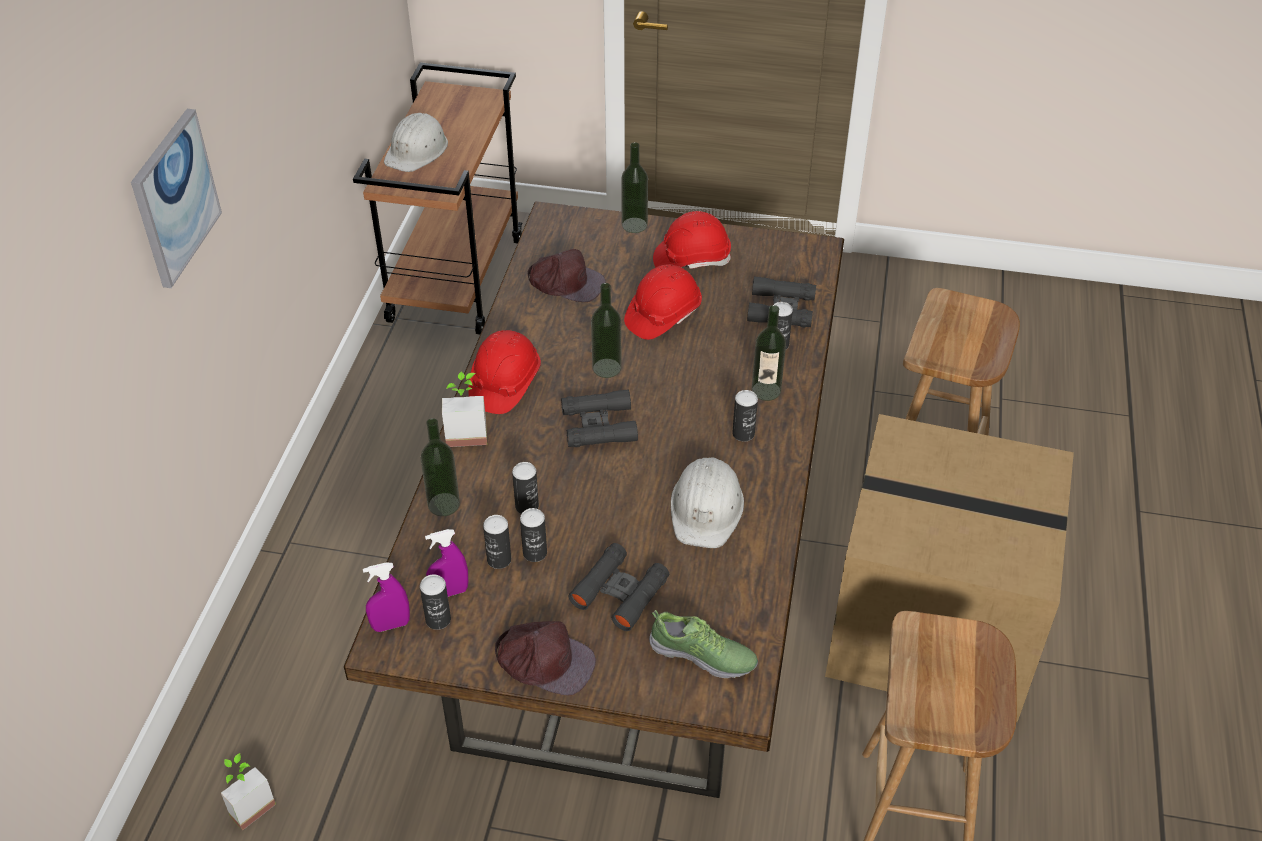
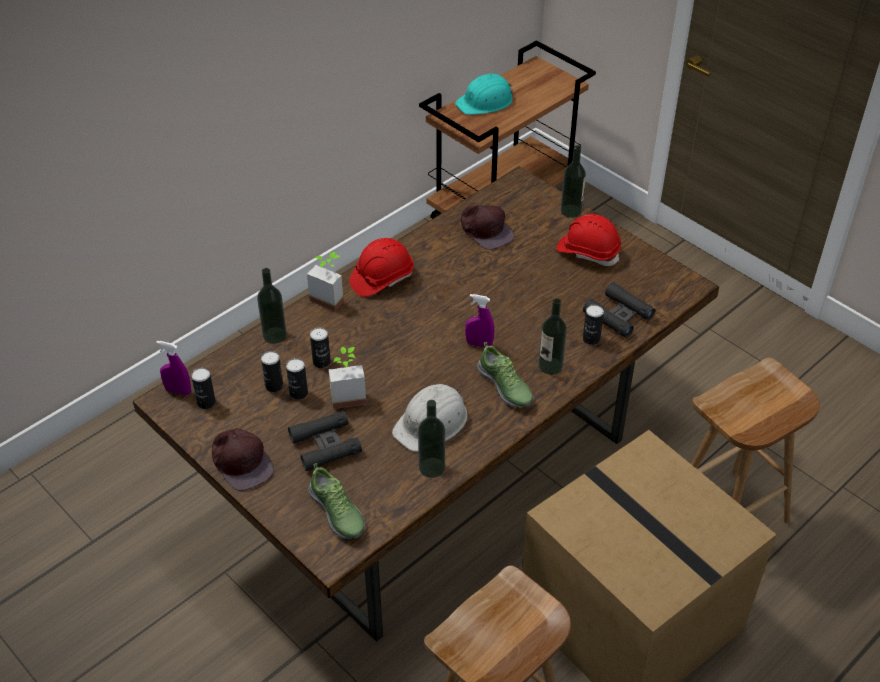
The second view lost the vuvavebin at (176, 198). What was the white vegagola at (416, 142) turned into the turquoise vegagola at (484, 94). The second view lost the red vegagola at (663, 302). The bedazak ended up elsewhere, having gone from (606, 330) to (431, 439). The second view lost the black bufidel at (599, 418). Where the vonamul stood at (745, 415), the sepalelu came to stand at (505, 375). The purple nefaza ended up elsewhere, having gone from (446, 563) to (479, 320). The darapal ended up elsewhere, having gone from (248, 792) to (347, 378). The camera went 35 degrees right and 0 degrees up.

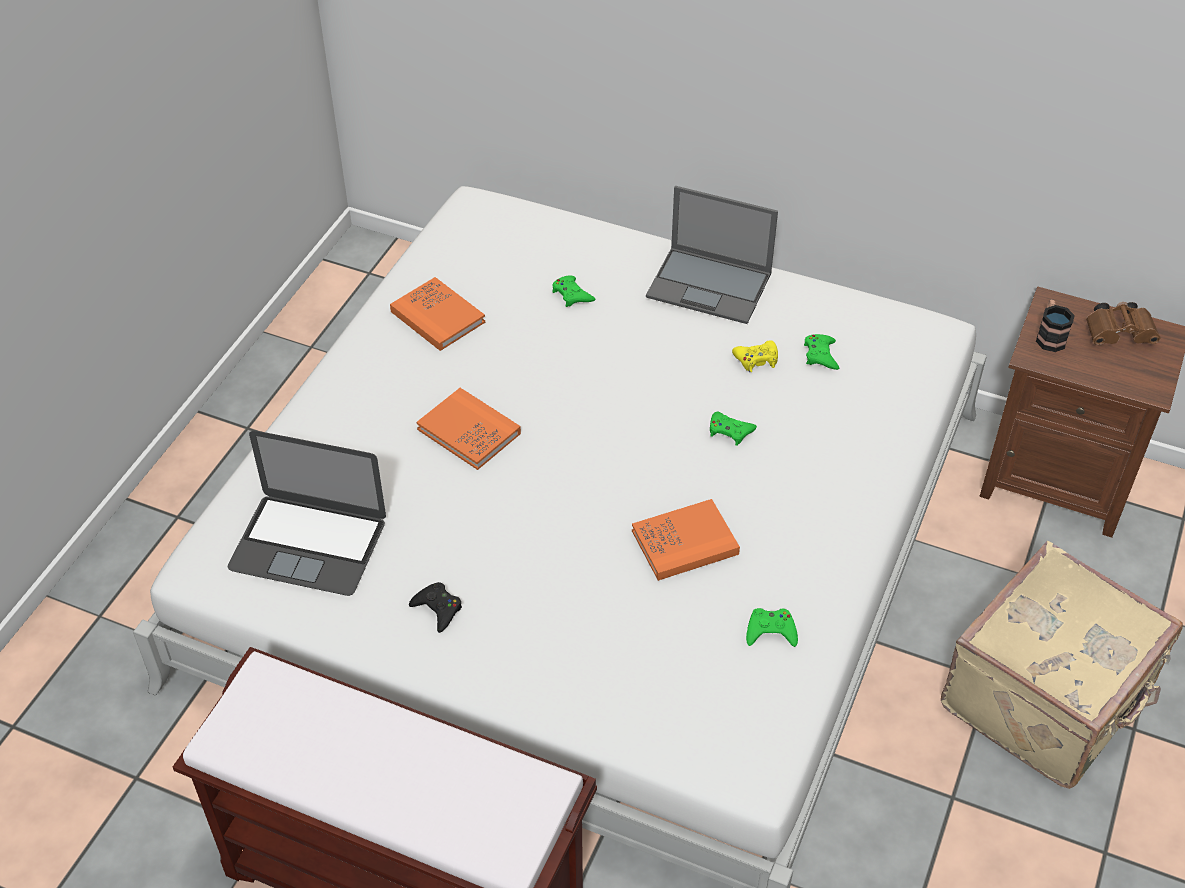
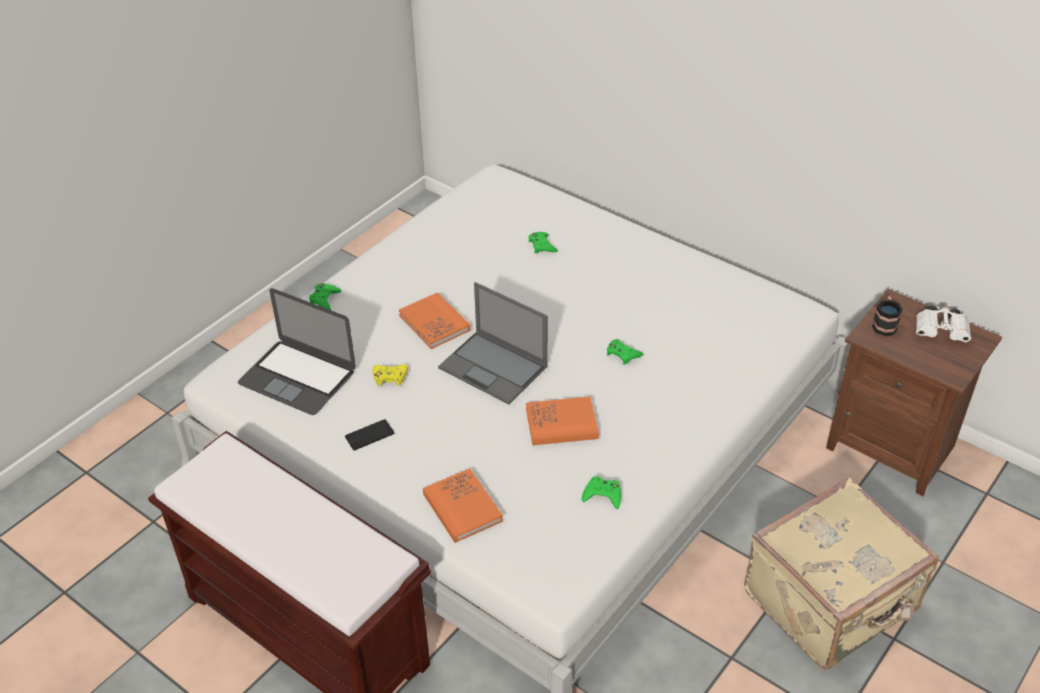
The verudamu ended up elsewhere, having gone from (712, 255) to (493, 343). The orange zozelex ended up elsewhere, having gone from (437, 314) to (463, 505). What was the brown bufidel at (1123, 323) turned into the white bufidel at (943, 324). The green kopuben ended up elsewhere, having gone from (821, 352) to (325, 296). The yellow kopuben ended up elsewhere, having gone from (755, 356) to (390, 375). Where the black kopuben stood at (435, 607), the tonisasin came to stand at (369, 435). The camera went 15 degrees right and 5 degrees down.

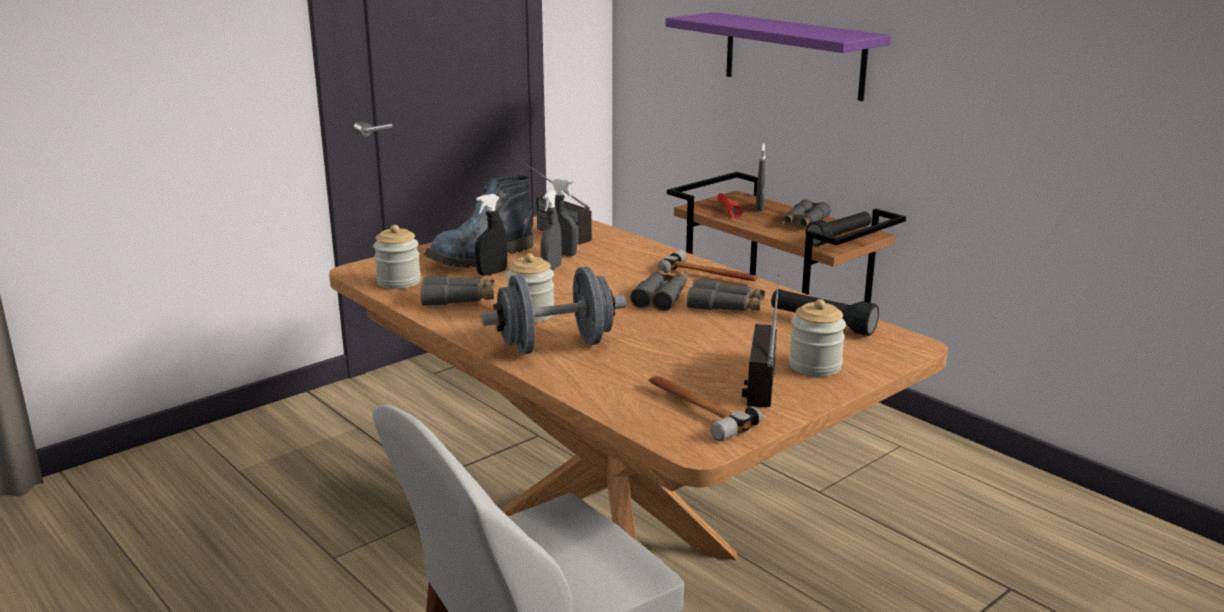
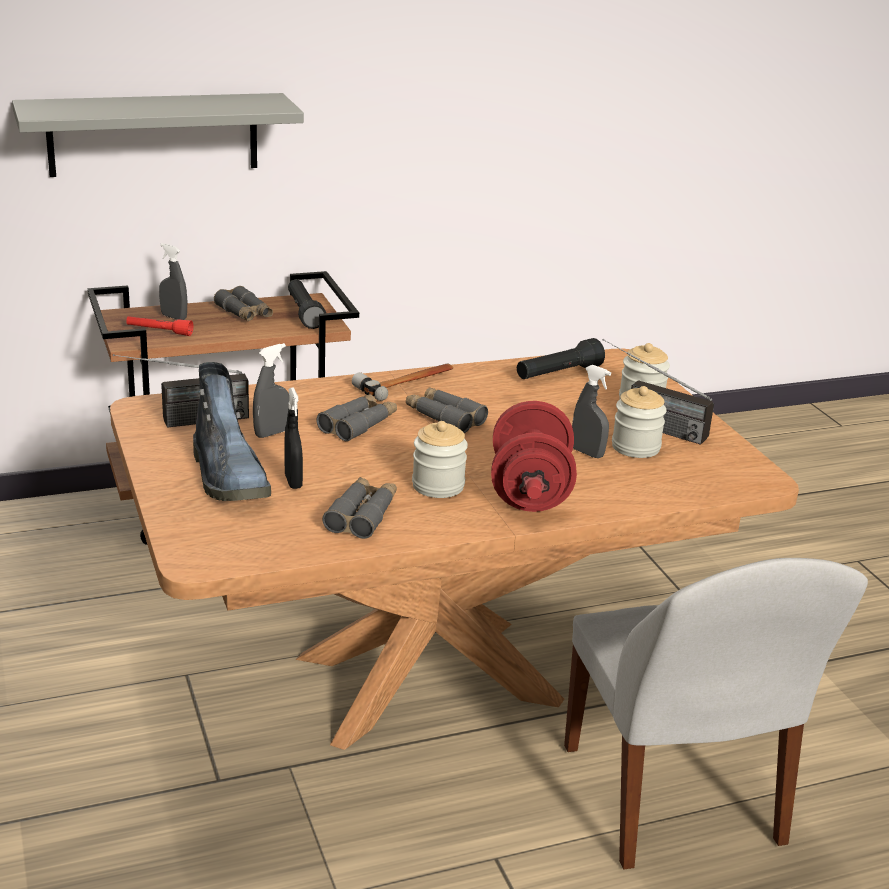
What was the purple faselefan at (778, 56) turned into the grey faselefan at (158, 135). The grey nefaza ended up elsewhere, having gone from (551, 230) to (591, 411). The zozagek ended up elsewhere, having gone from (397, 257) to (639, 422). What was the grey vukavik at (553, 311) turned into the red vukavik at (534, 456). The grey bufidel ended up elsewhere, having gone from (726, 295) to (356, 418). The second view lost the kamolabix at (705, 408). The camera went 70 degrees left and 5 degrees up.

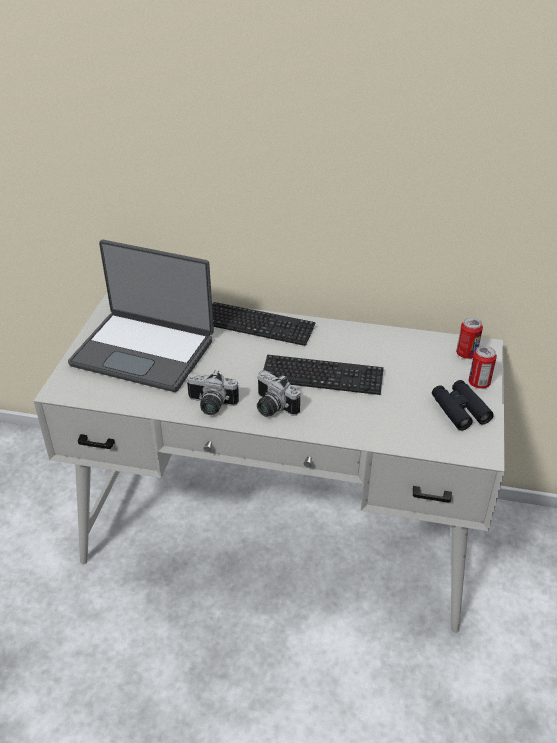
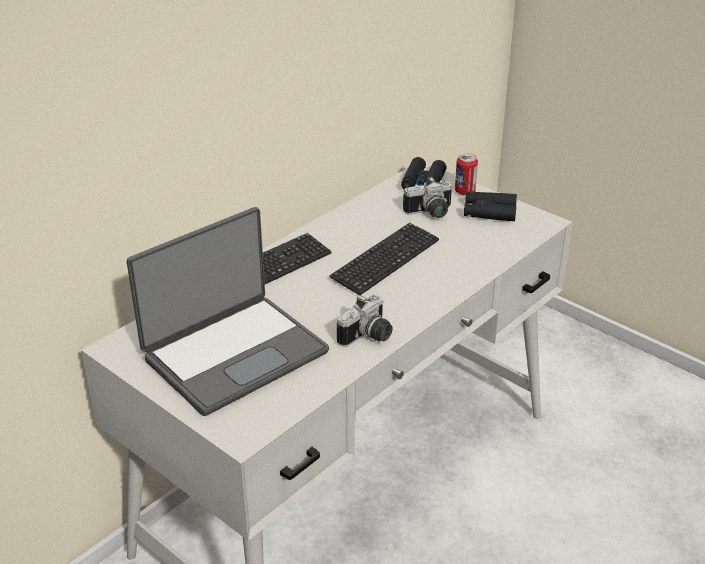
Where the vonamul stood at (469, 338), the black bufidel came to stand at (424, 173). The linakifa ended up elsewhere, having gone from (278, 393) to (427, 197). The camera went 60 degrees left and 5 degrees down.

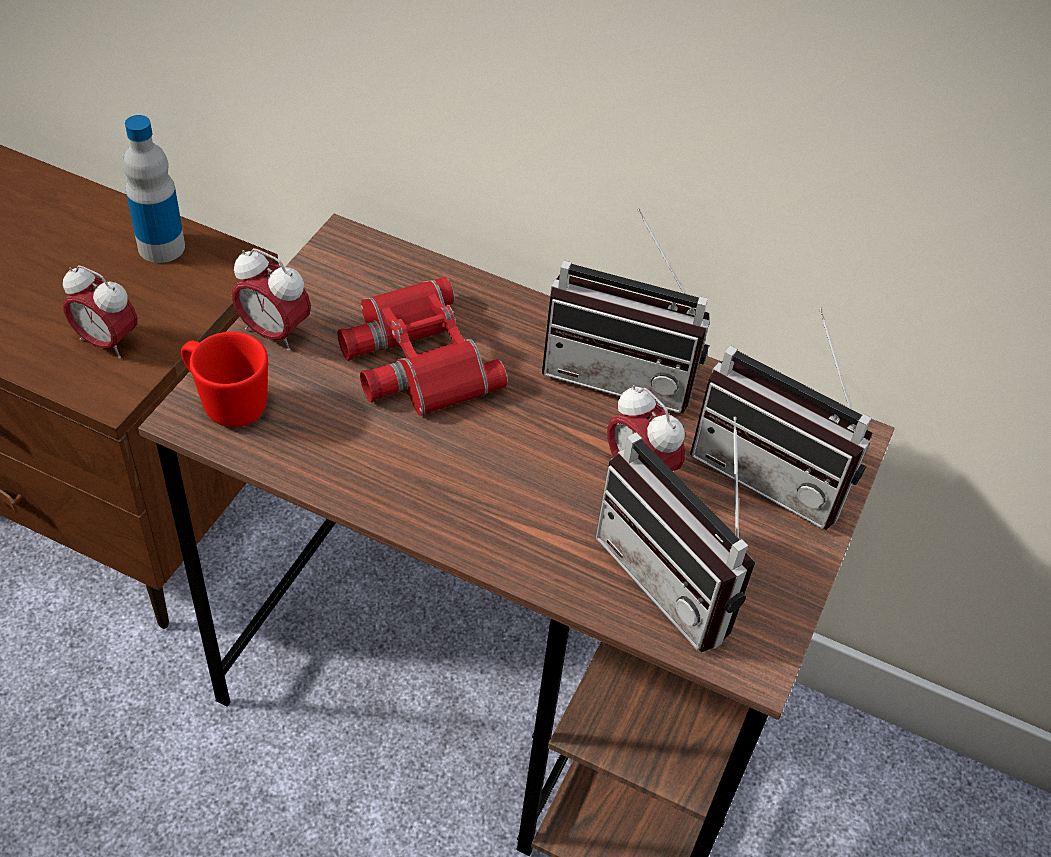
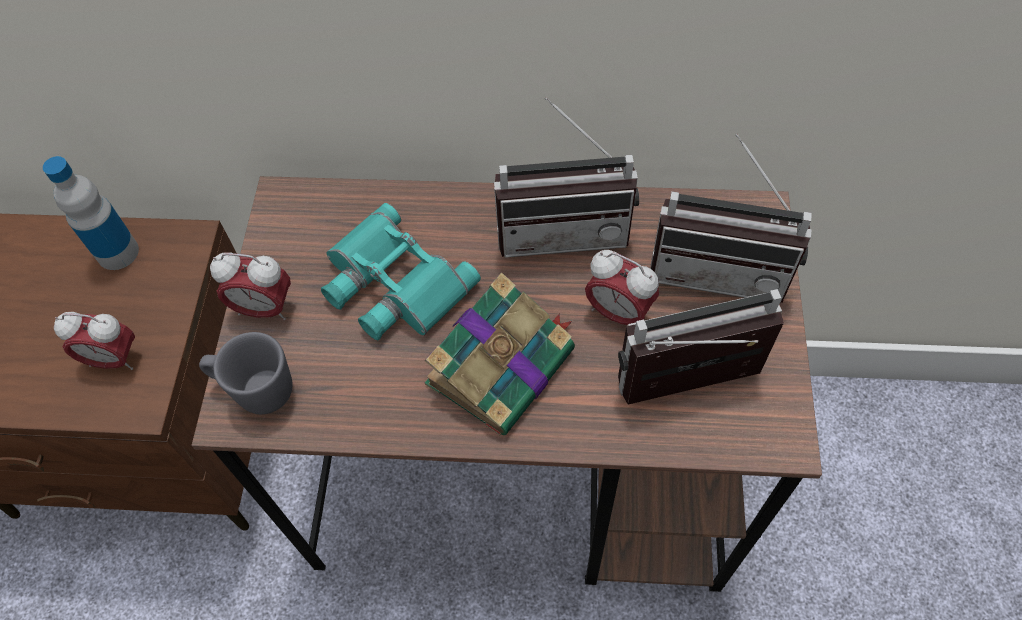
What was the red bufidel at (423, 346) turned into the turquoise bufidel at (401, 271). What was the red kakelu at (224, 379) turned into the grey kakelu at (245, 373). The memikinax at (675, 534) ended up facing another way, 135 degrees clockwise from before. The second view gained the zozelex at (500, 354). The camera went 15 degrees left and 10 degrees up.

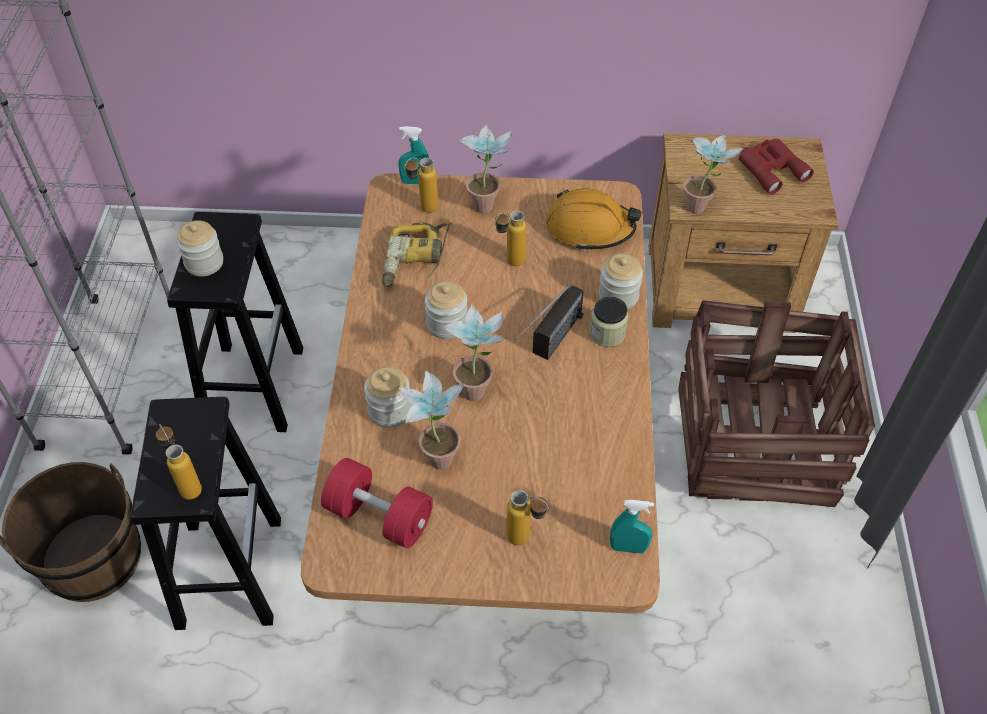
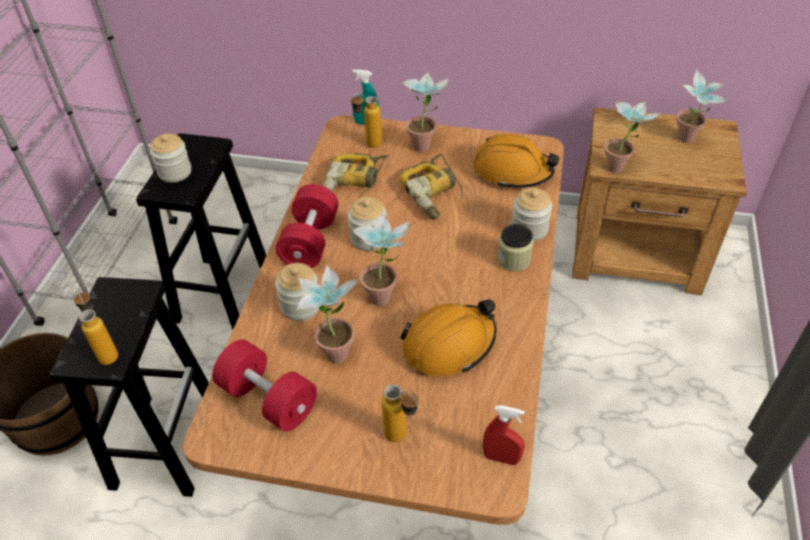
Where the red bufidel stood at (776, 167), the darapal came to stand at (702, 106). Where the bedazak stood at (511, 238), the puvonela came to stand at (431, 186). The second view lost the memikinax at (549, 322). The second view lost the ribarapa at (776, 403). What was the turquoise nefaza at (632, 527) turned into the red nefaza at (504, 435). The second view gained the red vukavik at (307, 226). The second view gained the orange vegagola at (449, 337). The camera went 10 degrees right and 5 degrees down.

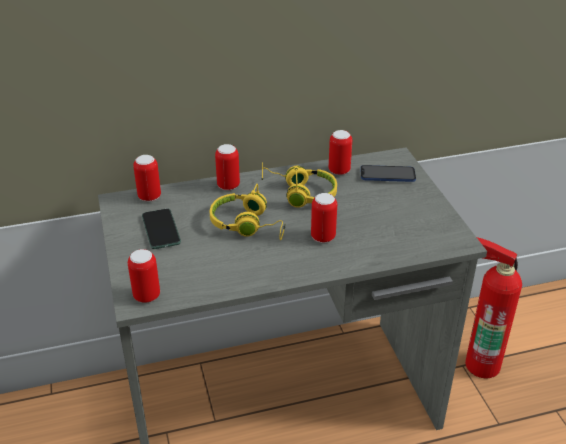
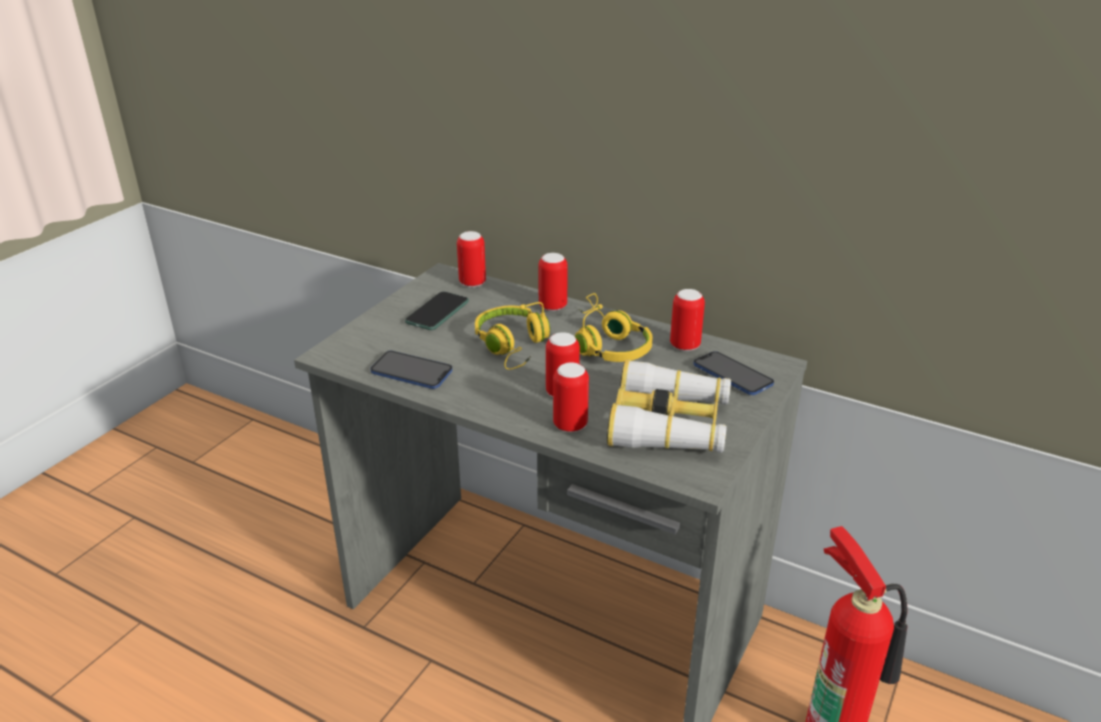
The vonamul ended up elsewhere, having gone from (144, 276) to (571, 397). The second view gained the tonisasin at (411, 370). The second view gained the bufidel at (669, 406). The camera went 45 degrees right and 5 degrees down.

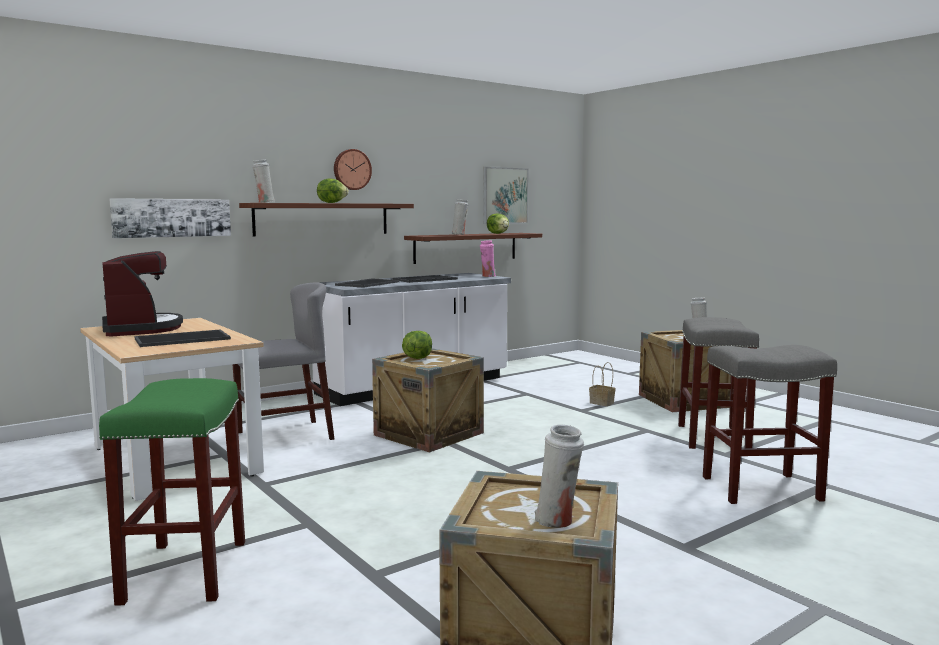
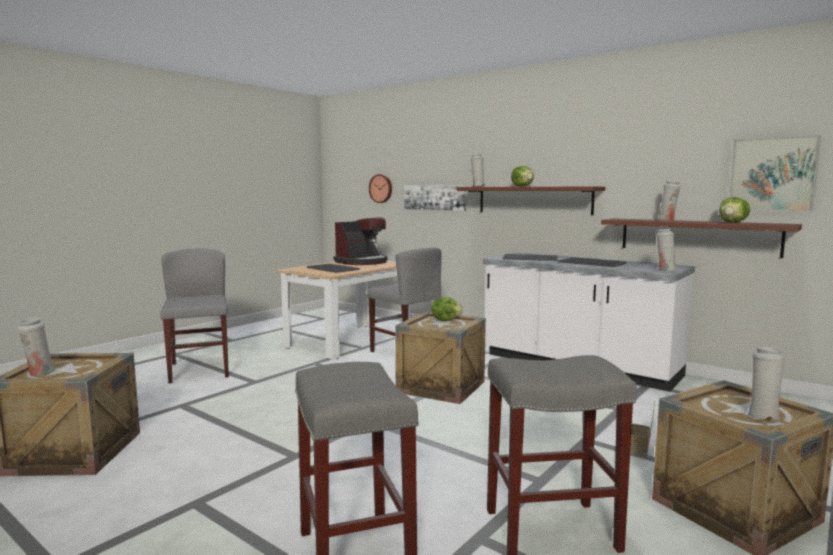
The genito ended up elsewhere, having gone from (353, 169) to (380, 188). What was the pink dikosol at (488, 258) turned into the white dikosol at (666, 250). Where the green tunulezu stood at (172, 492), the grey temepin came to stand at (194, 316). The camera went 75 degrees right and 0 degrees up.

